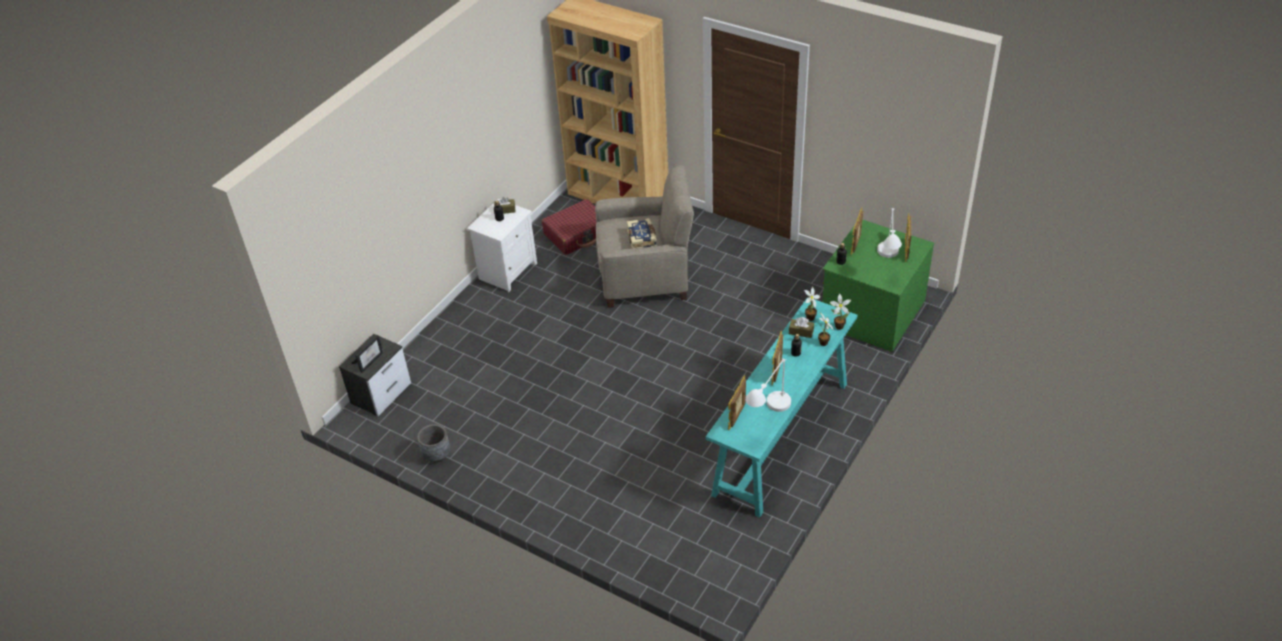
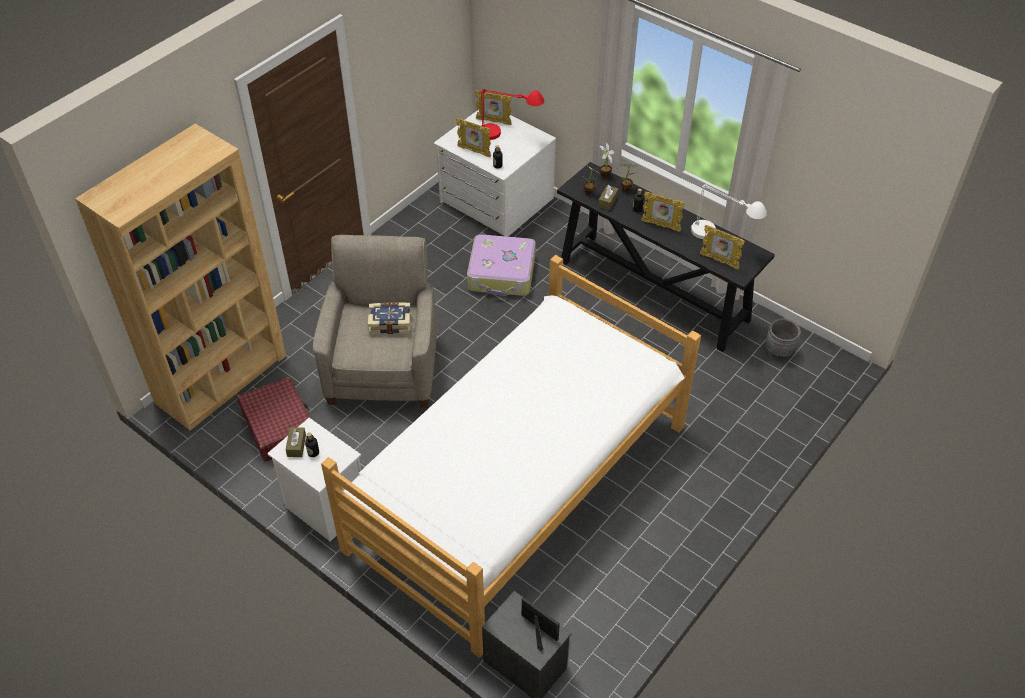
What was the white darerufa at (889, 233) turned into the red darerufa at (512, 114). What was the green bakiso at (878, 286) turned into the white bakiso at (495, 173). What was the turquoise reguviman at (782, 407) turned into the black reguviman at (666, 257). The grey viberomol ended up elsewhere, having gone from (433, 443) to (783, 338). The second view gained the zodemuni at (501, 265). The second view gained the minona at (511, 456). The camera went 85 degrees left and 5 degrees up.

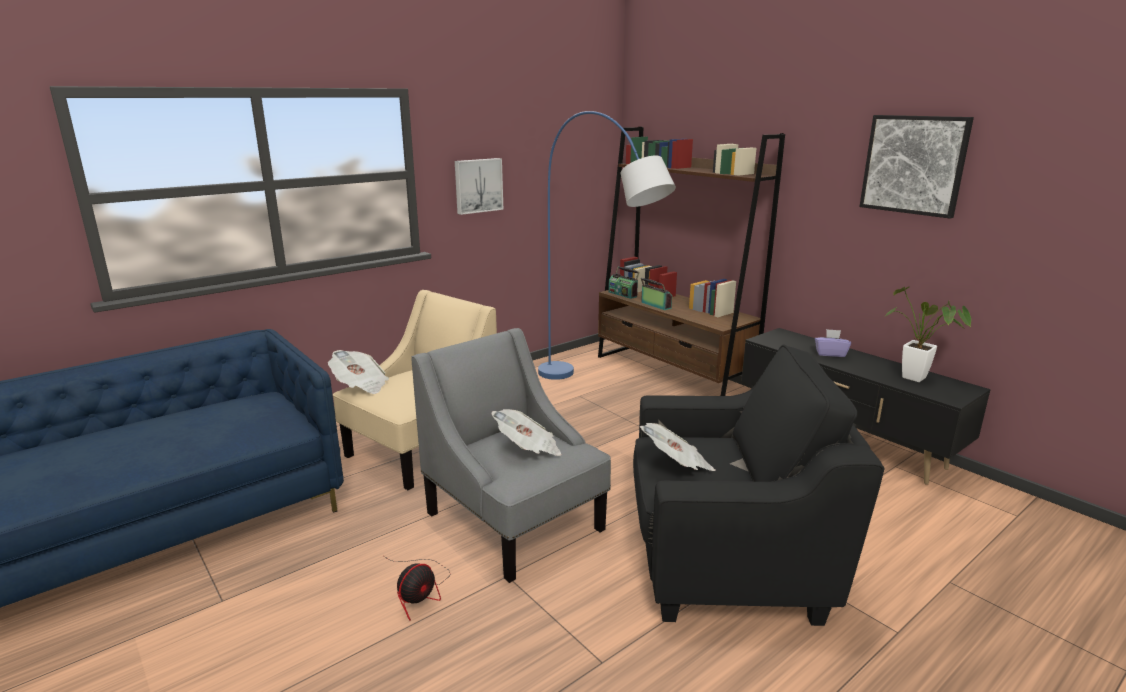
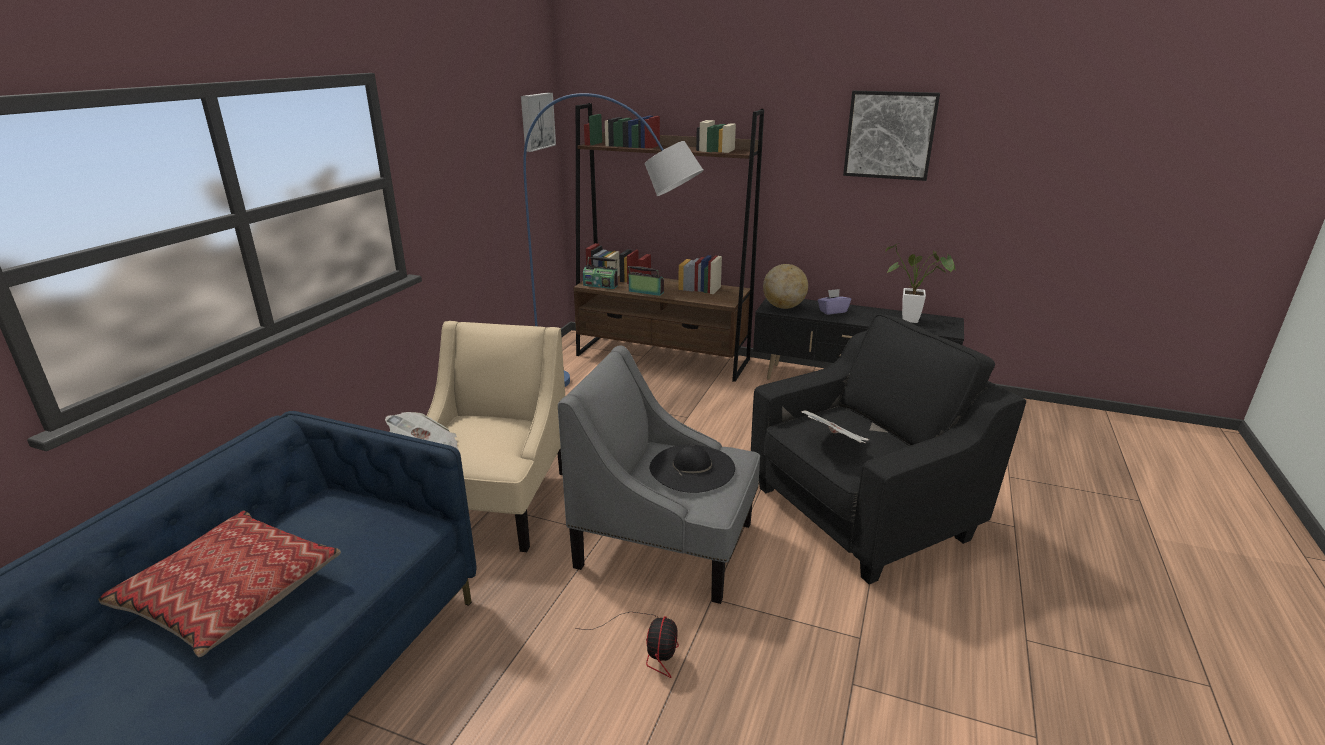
The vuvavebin ended up elsewhere, having gone from (479, 186) to (538, 122). Where the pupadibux stood at (527, 432), the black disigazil came to stand at (692, 469). The second view gained the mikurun at (785, 286). The second view gained the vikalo at (220, 583). The camera went 30 degrees left and 5 degrees up.

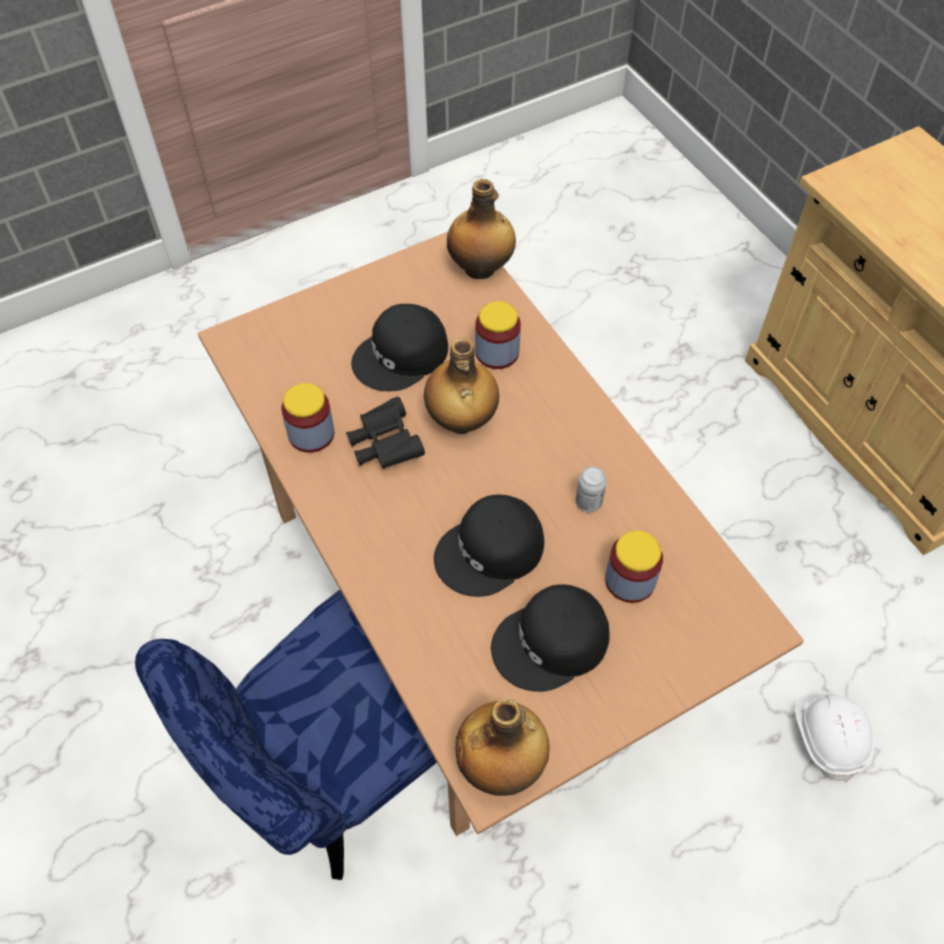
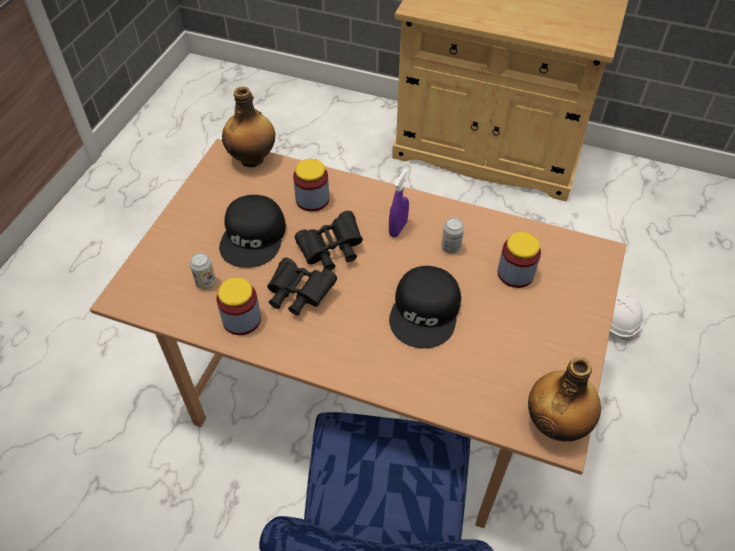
Where the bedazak stood at (461, 386), the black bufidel came to stand at (329, 241). The second view lost the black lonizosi at (550, 638). The second view gained the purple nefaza at (399, 203). The second view gained the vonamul at (203, 271). The camera went 40 degrees left and 5 degrees down.

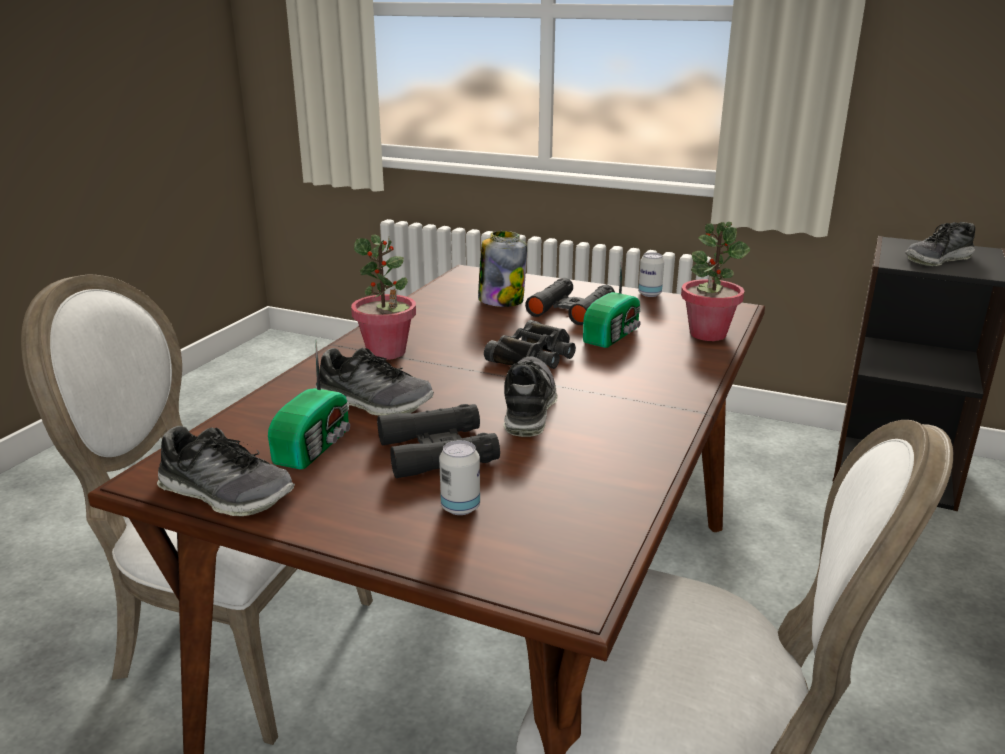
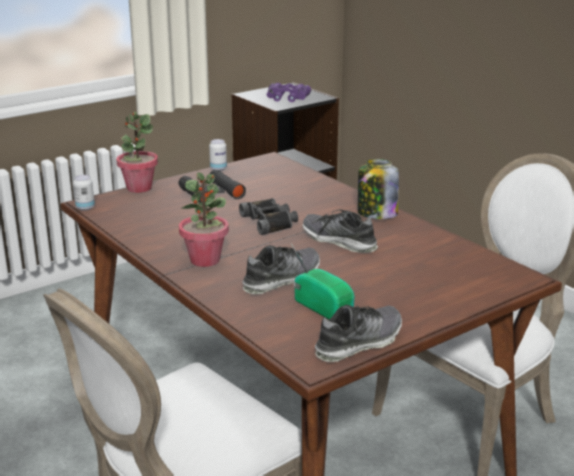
The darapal ended up elsewhere, having gone from (716, 281) to (137, 152). Where the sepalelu stood at (940, 244), the purple bufidel came to stand at (289, 92). The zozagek ended up elsewhere, having gone from (502, 269) to (378, 189). The second view lost the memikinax at (612, 301). The second view lost the black bufidel at (438, 441). The vonamul ended up elsewhere, having gone from (459, 477) to (84, 193). The camera went 60 degrees left and 0 degrees up.

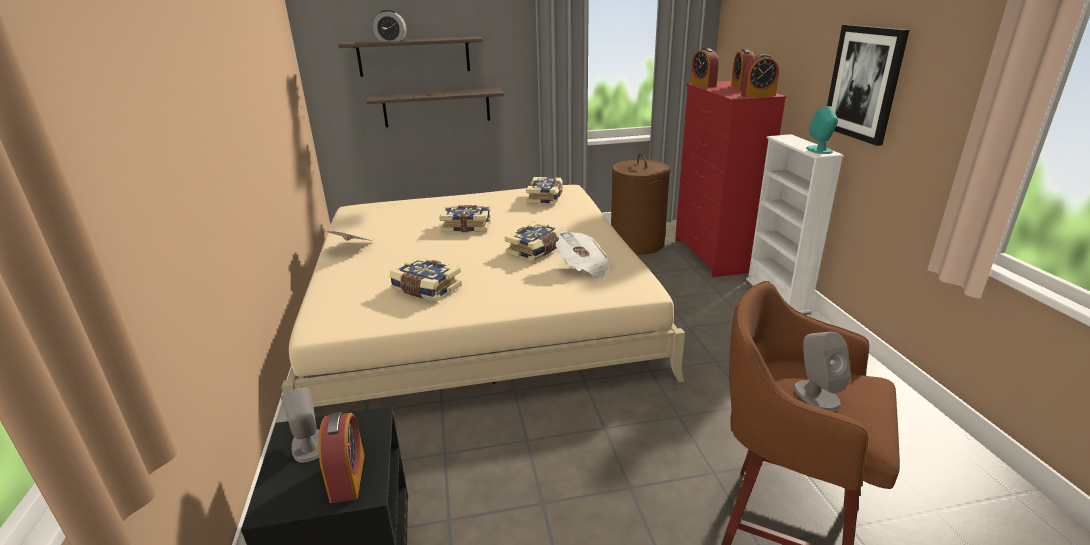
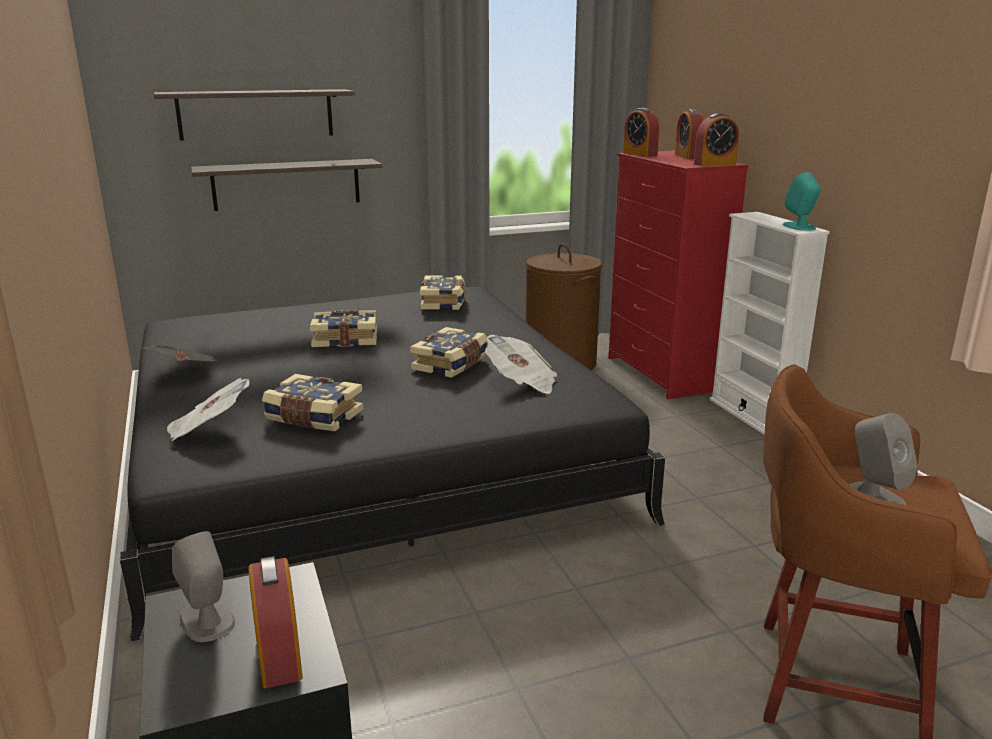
The second view lost the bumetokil at (389, 26). The second view lost the vuvavebin at (868, 85). What was the beige minona at (483, 296) turned into the black minona at (393, 464). The second view gained the pupadibux at (208, 409). The camera went 10 degrees left and 5 degrees down.

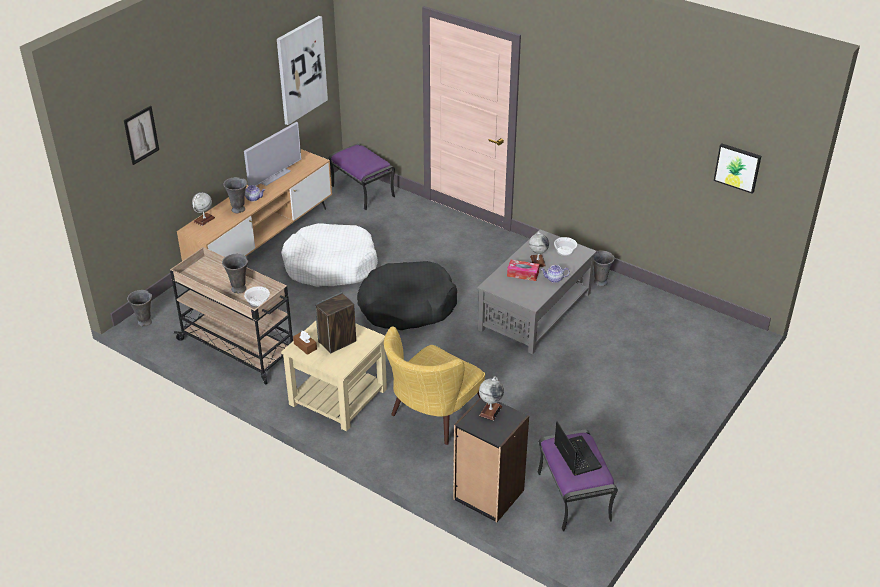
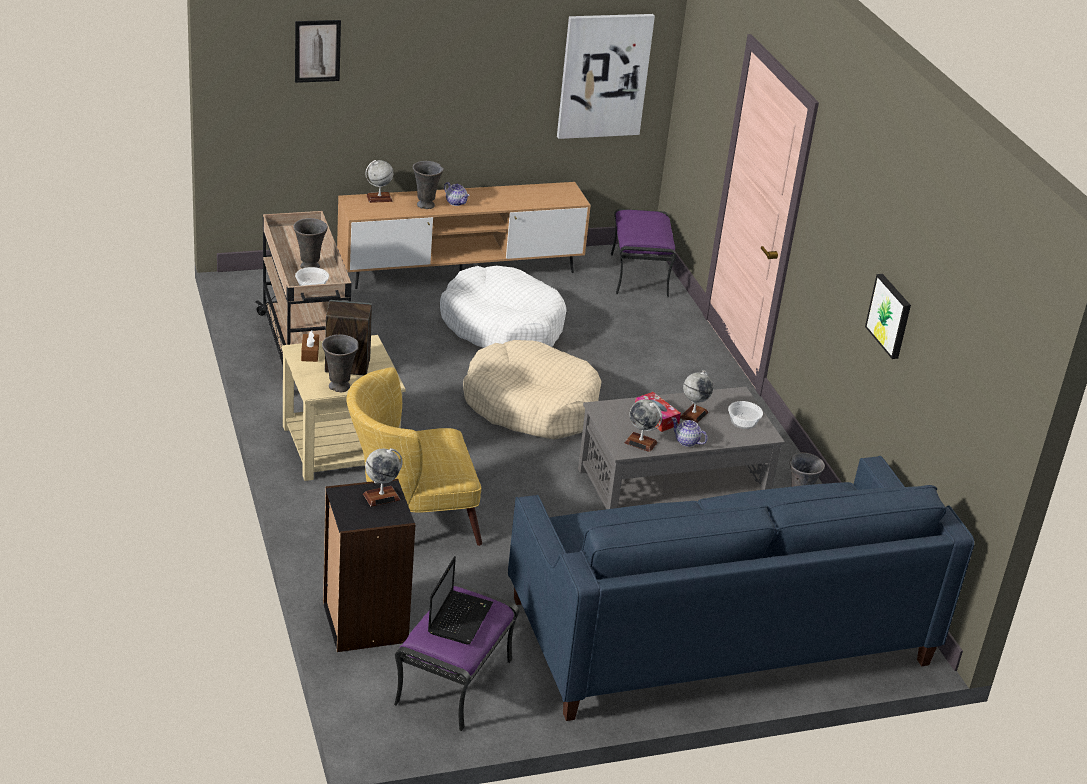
The second view lost the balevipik at (272, 154). The vuvavebin ended up elsewhere, having gone from (737, 168) to (888, 316). What was the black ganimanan at (407, 295) turned into the beige ganimanan at (532, 389). The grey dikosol ended up elsewhere, having gone from (139, 308) to (340, 363). The second view gained the mikurun at (643, 425). The second view gained the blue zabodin at (741, 588). The camera went 35 degrees right and 5 degrees down.

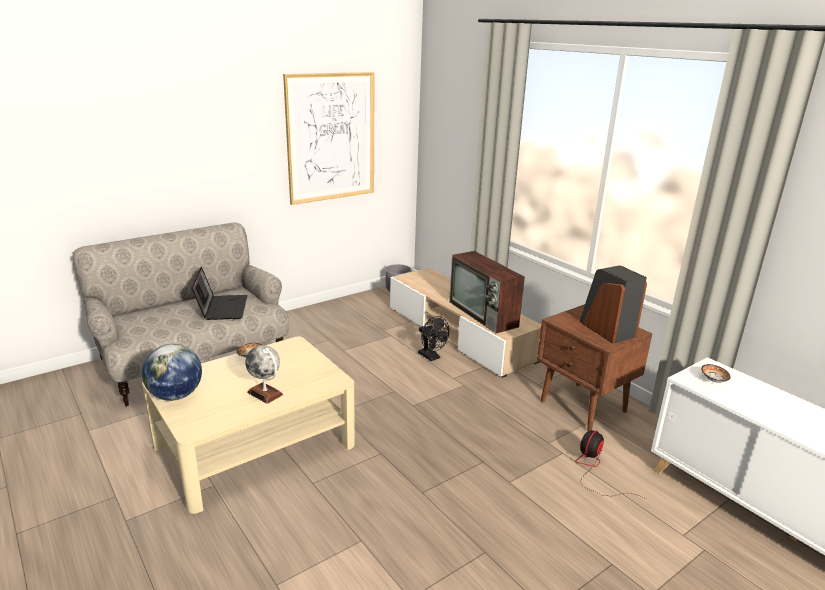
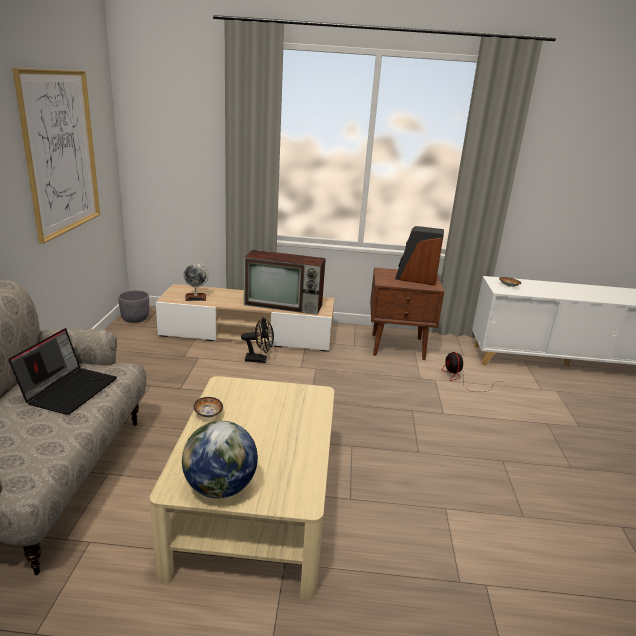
The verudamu at (219, 293) ended up facing another way, 75 degrees clockwise from before. The mikurun ended up elsewhere, having gone from (264, 374) to (196, 282). The camera went 50 degrees left and 0 degrees up.

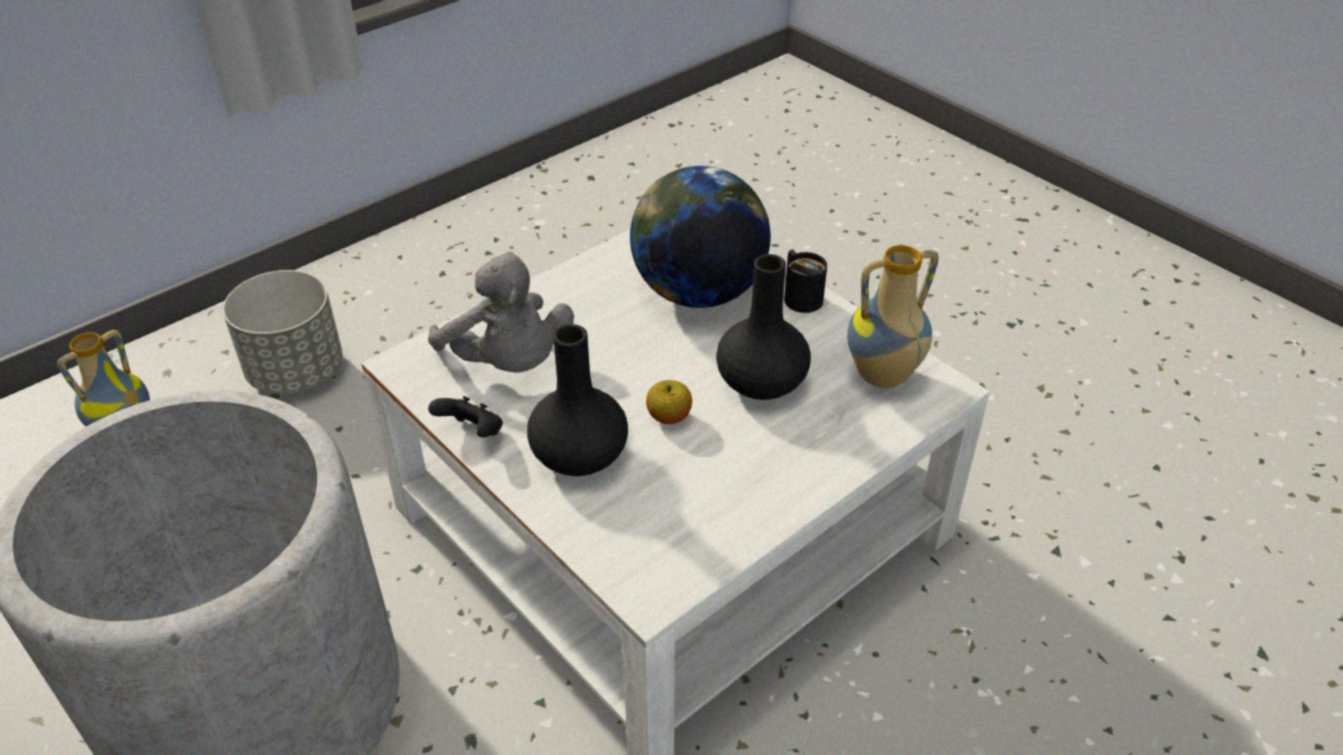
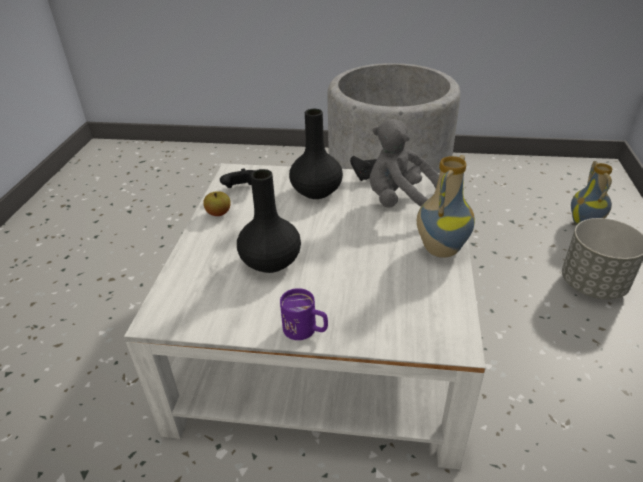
The second view lost the mikurun at (700, 237). The dikosol ended up elsewhere, having gone from (893, 316) to (446, 206). What was the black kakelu at (805, 281) turned into the purple kakelu at (304, 314). The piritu ended up elsewhere, having gone from (669, 402) to (217, 203). The second view gained the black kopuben at (237, 178). The camera went 140 degrees right and 5 degrees down.

